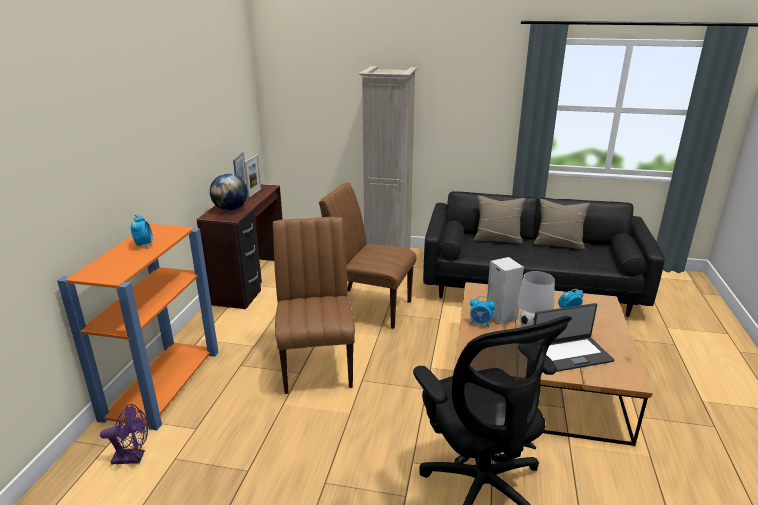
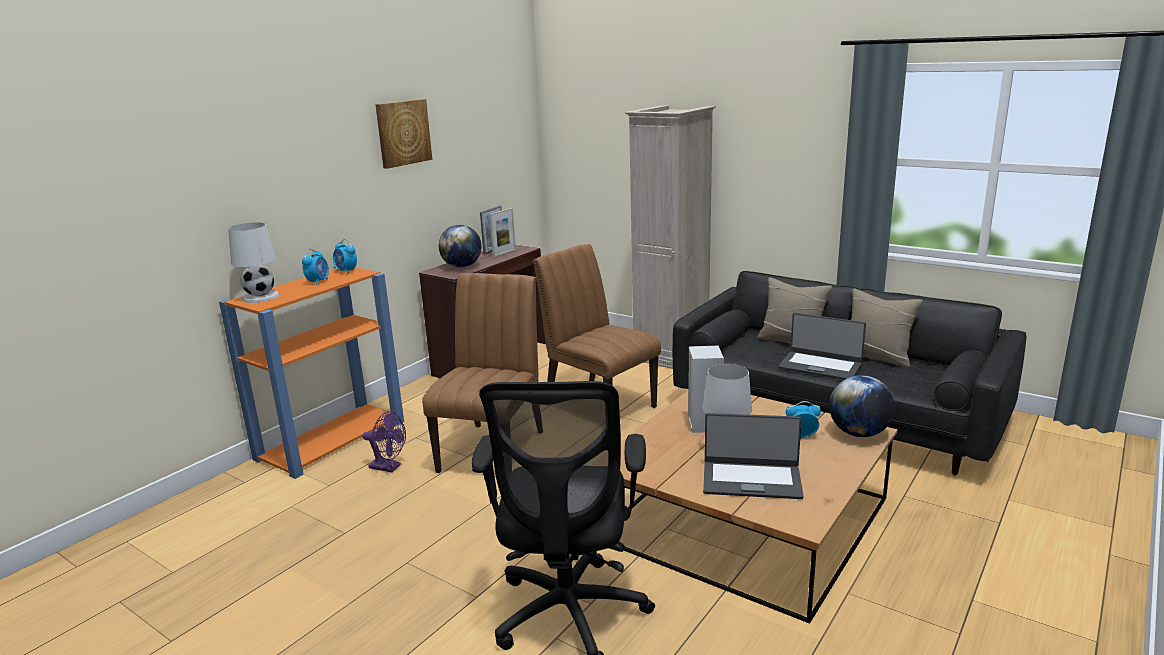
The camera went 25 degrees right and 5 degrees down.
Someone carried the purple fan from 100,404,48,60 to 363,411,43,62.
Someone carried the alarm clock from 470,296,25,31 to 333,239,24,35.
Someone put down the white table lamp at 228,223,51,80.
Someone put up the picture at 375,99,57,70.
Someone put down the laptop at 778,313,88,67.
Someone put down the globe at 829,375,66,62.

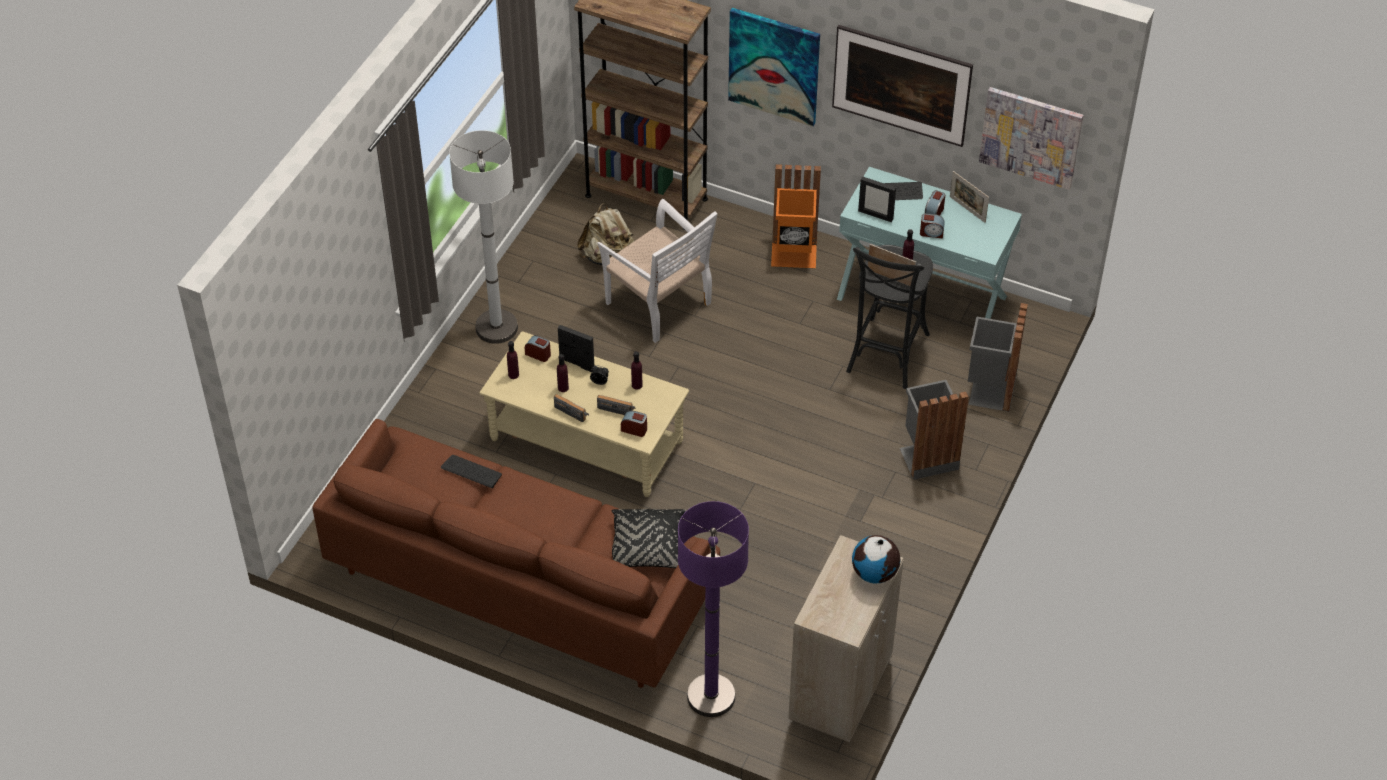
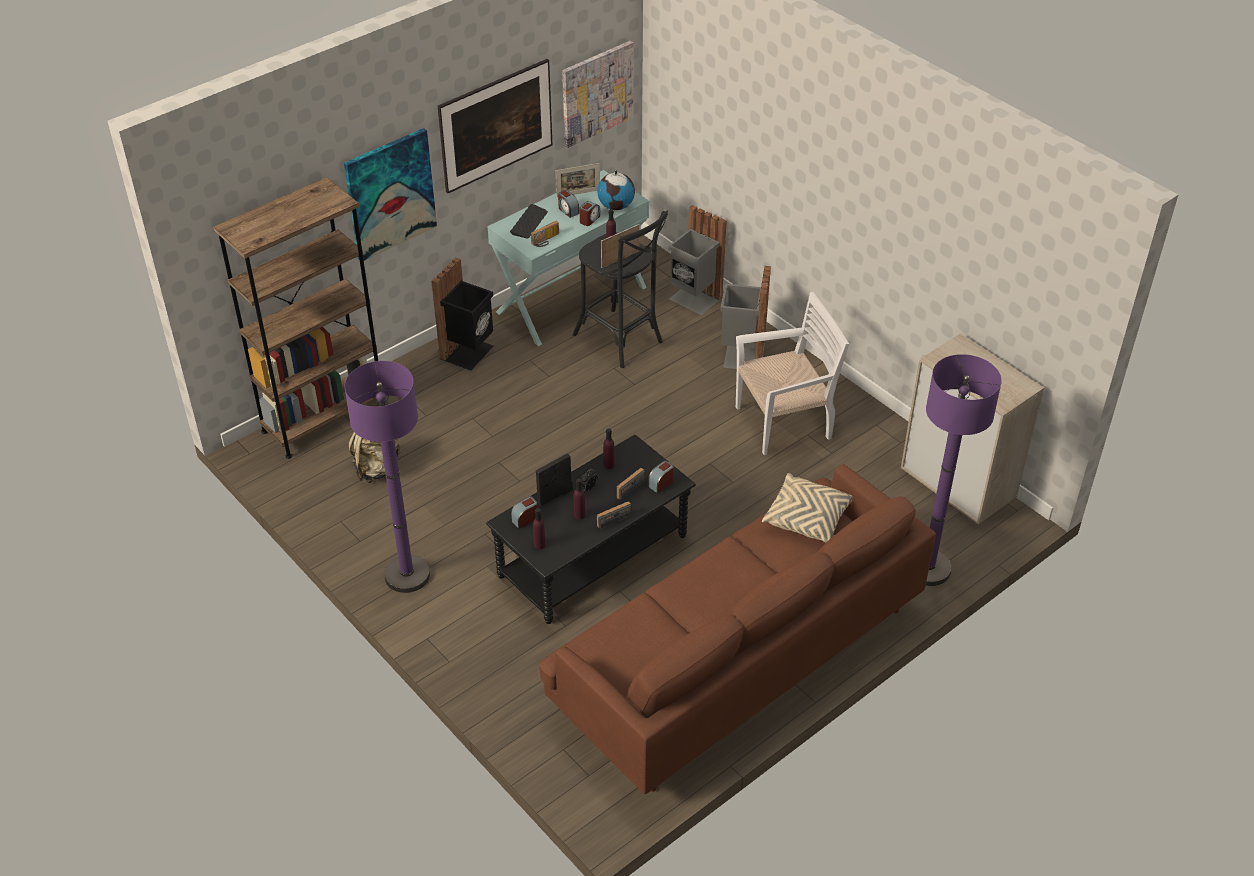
The camera went 65 degrees left and 5 degrees down.
Someone took away the keyboard at 441,455,61,33.
Someone repainted the white floor lamp at 449,130,69,214, which became the purple floor lamp at 344,361,86,232.
Someone repainted the beige coffee table at 479,331,210,166, which became the black coffee table at 486,435,210,189.
Someone carried the white armchair from 597,198,120,145 to 736,292,113,163.
Someone repainted the black pillow at 612,509,75,59, which became the beige pillow at 762,473,91,70.
Someone repainted the orange trash can at 771,164,50,104, which became the black trash can at 431,257,62,114.
Someone carried the globe from 852,535,48,48 to 597,170,38,40.
Someone swapped the picture frame at 858,176,38,46 for the radio at 531,221,28,26.

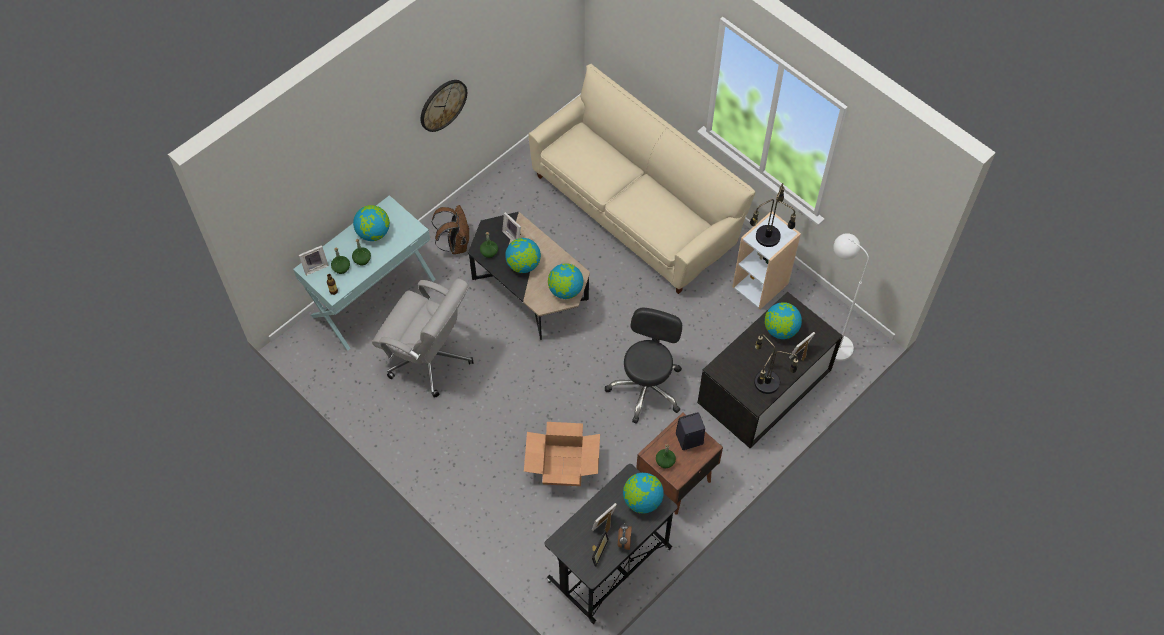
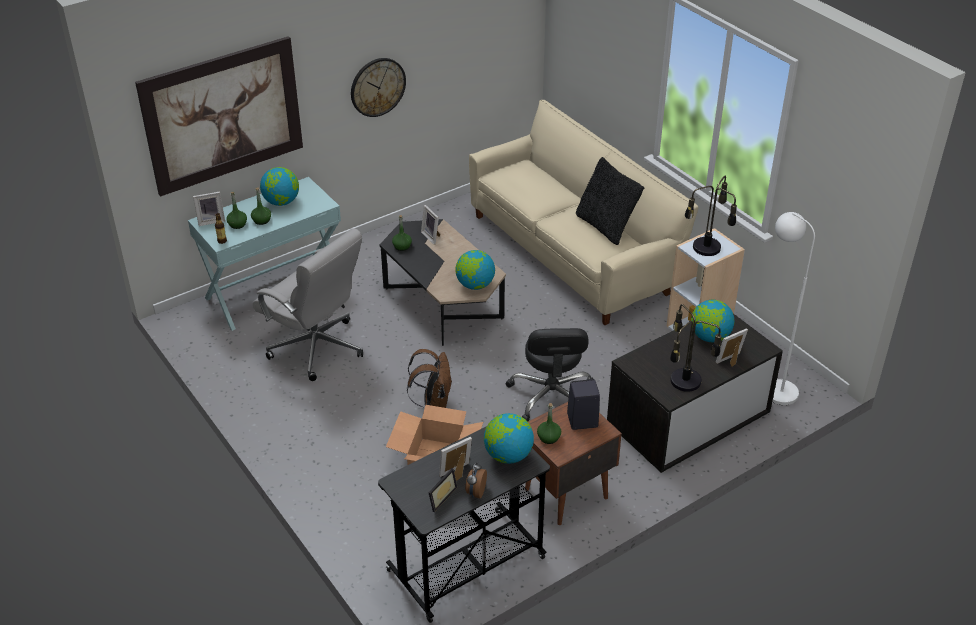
The camera went 10 degrees right and 20 degrees down.
Someone carried the brown backpack from 432,205,37,49 to 407,349,44,59.
Someone took away the globe at 505,238,36,35.
Someone rotated the black office chair at 605,308,77,116 by 150 degrees clockwise.
Someone put up the picture at 135,36,168,161.
Someone put down the black pillow at 576,157,68,88.

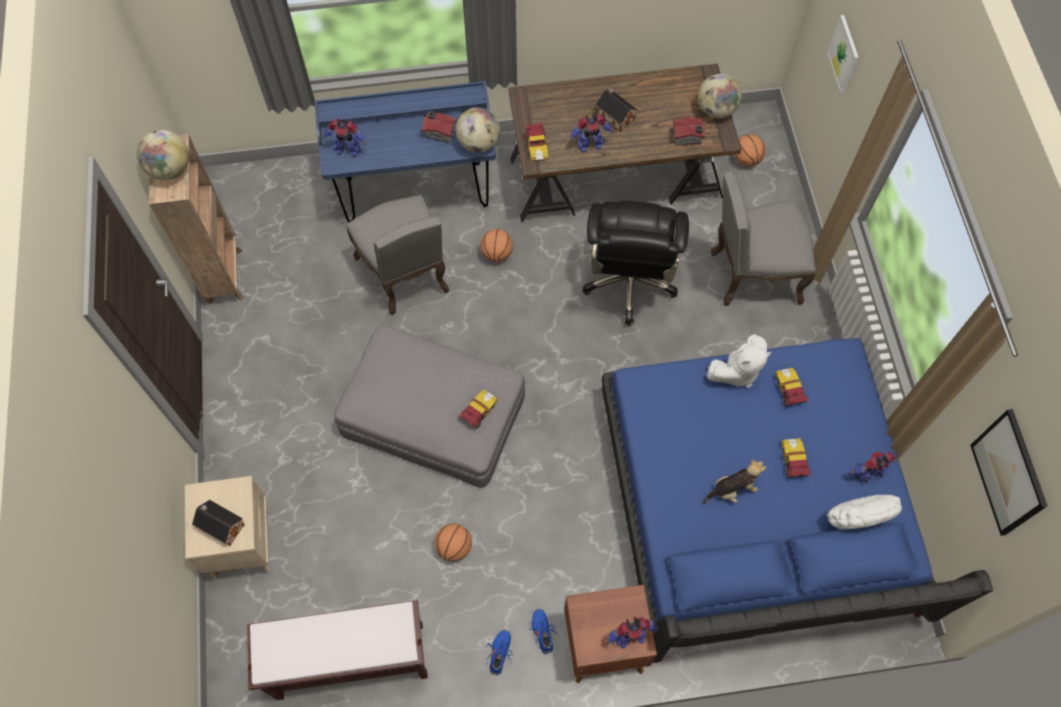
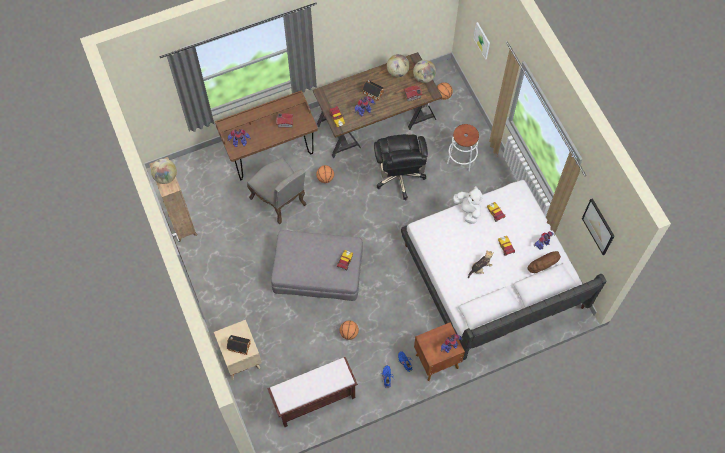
The camera went 15 degrees left and 0 degrees up.
Someone repainted the blue desk at 314,81,182,141, which became the brown desk at 215,90,103,90.
Someone carried the globe from 456,107,44,46 to 387,54,23,23.
Someone repainted the blue bed at 602,338,391,325, which became the white bed at 401,180,206,180.
Someone rotated the white plush toy at 707,334,64,54 by 75 degrees counterclockwise.
Someone swapped the grey chair at 711,171,105,135 for the white stool at 447,124,32,47.
Someone repainted the white pillow at 827,495,75,34, which became the brown pillow at 528,251,33,22.

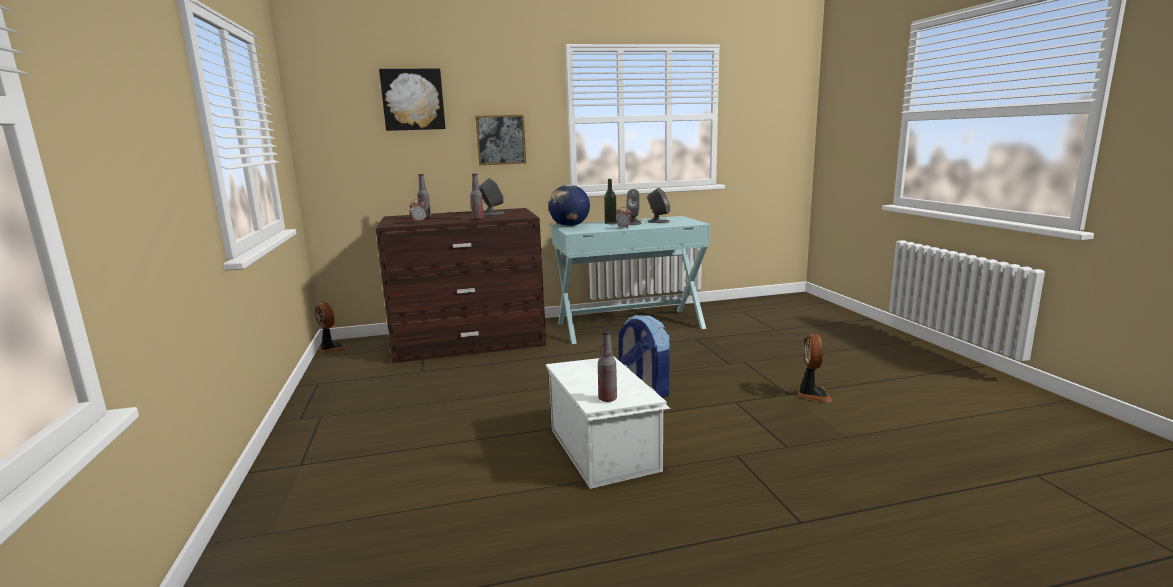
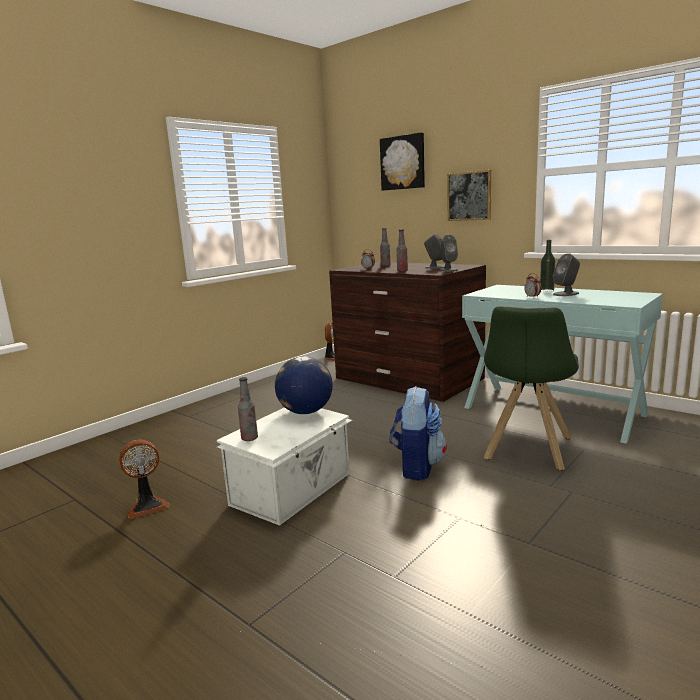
The camera went 55 degrees right and 0 degrees up.
Someone carried the globe from 549,185,41,42 to 275,356,58,58.
Someone carried the grey speaker from 647,188,23,35 to 440,235,18,37.
Someone carried the fan from 796,334,36,69 to 119,440,51,79.
Someone put down the green chair at 484,306,95,165.

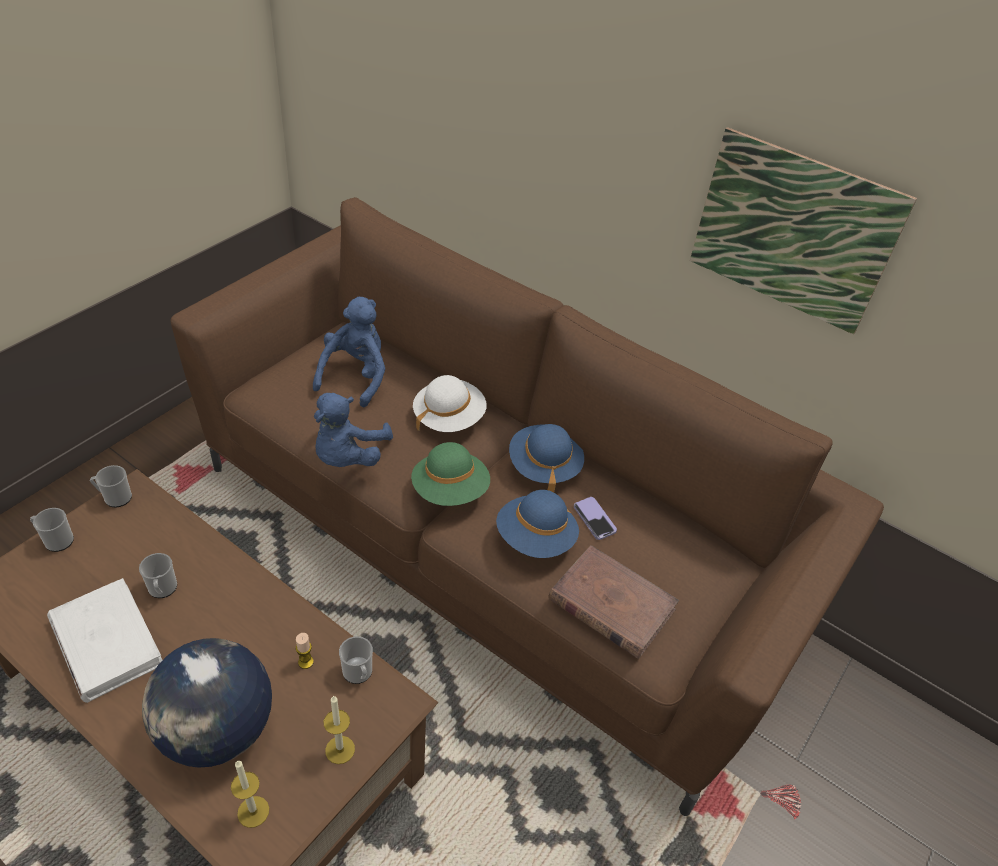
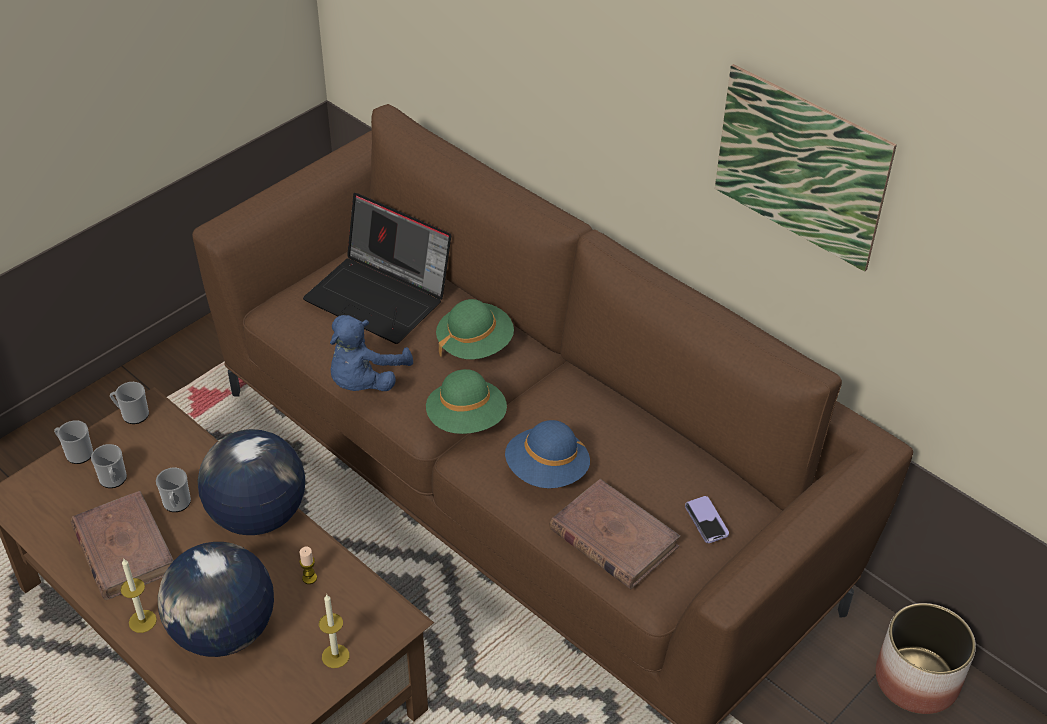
The camera went 10 degrees right and 0 degrees up.
Someone repainted the white book at 47,578,115,125, which became the brown book at 70,491,104,109.
Someone carried the candle from 231,760,38,68 to 120,559,37,74.
Someone swapped the blue plush toy at 313,297,72,110 for the laptop at 303,193,148,151.
Someone carried the mug from 339,636,34,48 to 91,444,36,44.
Someone repainted the white hat at 413,375,74,57, which became the green hat at 436,299,78,60.
Someone took away the blue hat at 509,424,75,68.
Someone carried the phone from 574,497,43,43 to 685,496,44,47.
Someone put down the globe at 198,429,107,106.
Someone put down the planter at 875,603,101,111.

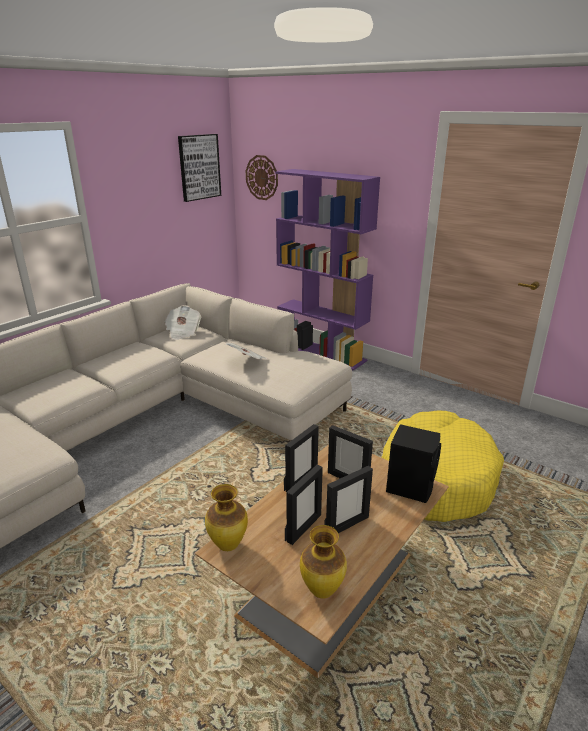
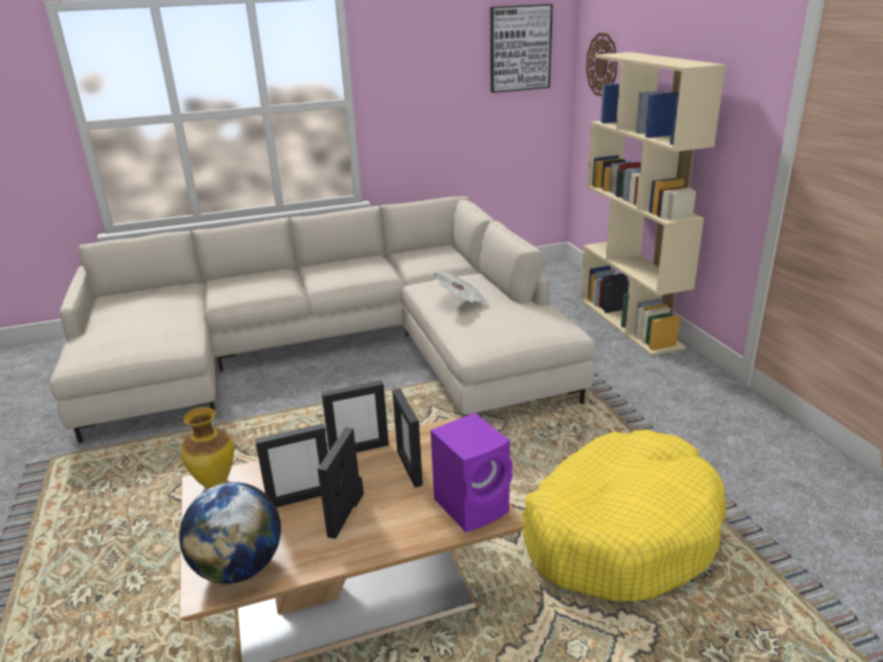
The camera went 35 degrees right and 0 degrees up.
Someone took away the newspaper at 164,305,37,35.
Someone repainted the purple bookcase at 275,169,105,202, which became the beige bookcase at 580,52,146,304.
Someone swapped the vase at 300,525,47,74 for the globe at 179,482,102,102.
Someone rotated the picture frame at 324,466,49,67 by 105 degrees clockwise.
Someone repainted the black speaker at 386,424,55,79, which became the purple speaker at 431,413,82,119.

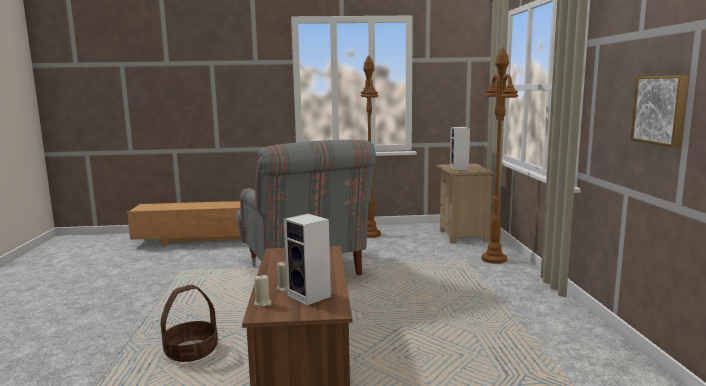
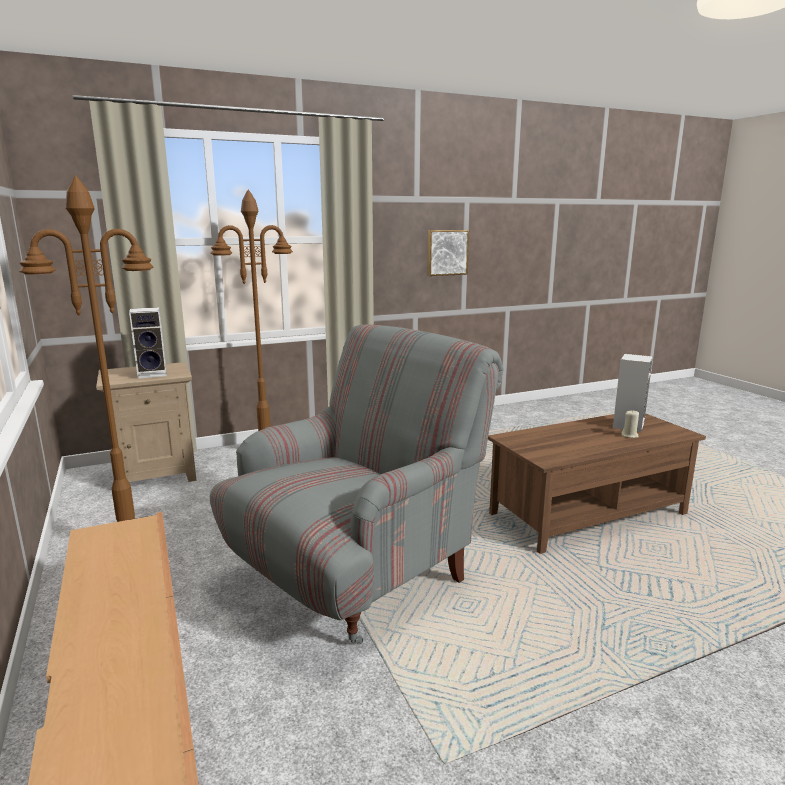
The camera went 110 degrees left and 5 degrees up.
Someone took away the basket at 160,285,58,77.
Someone took away the beige candle at 254,274,18,33.

